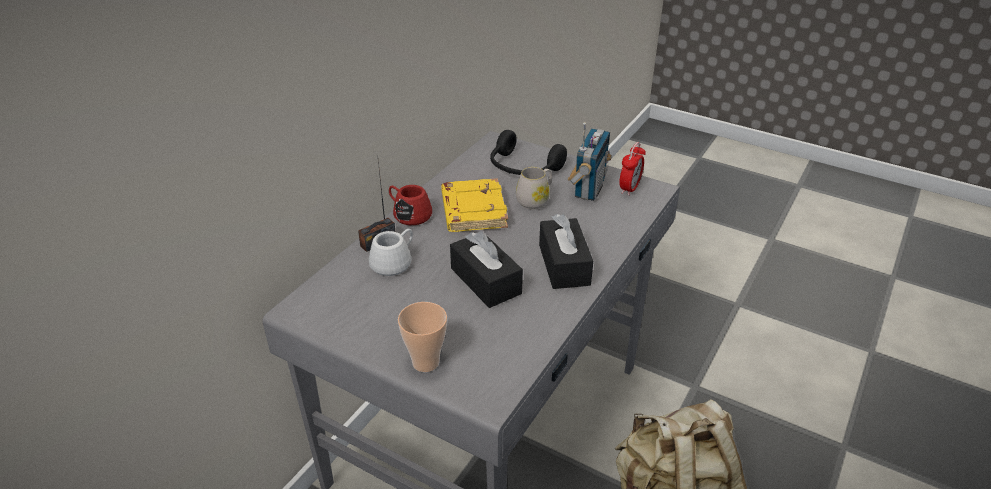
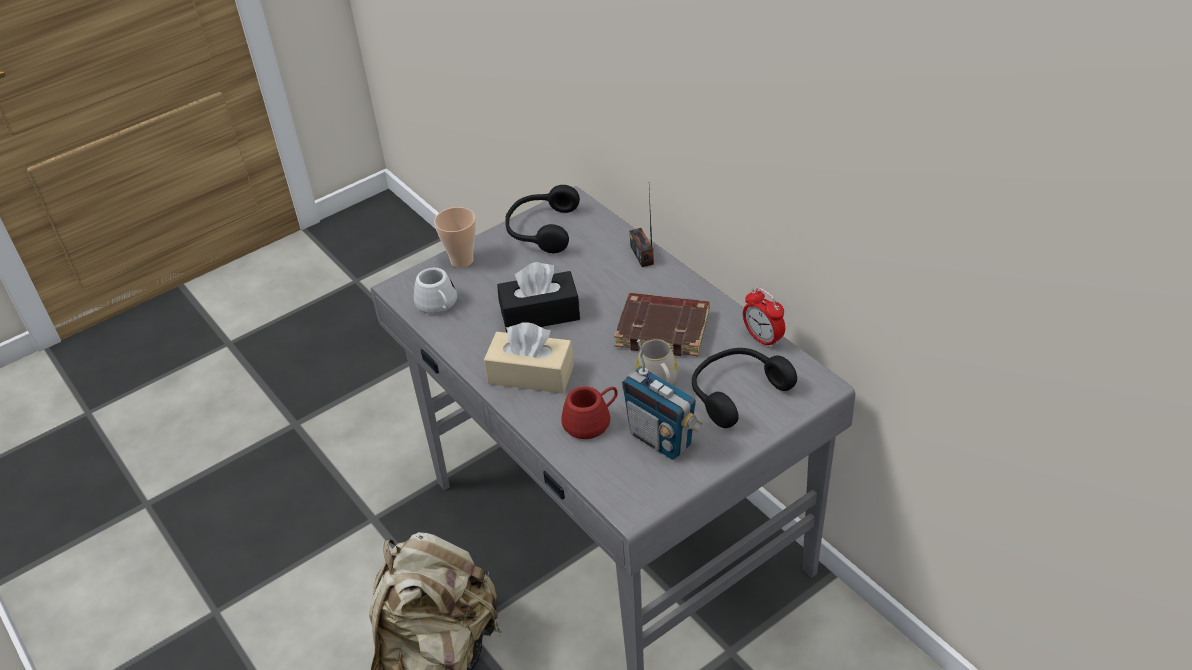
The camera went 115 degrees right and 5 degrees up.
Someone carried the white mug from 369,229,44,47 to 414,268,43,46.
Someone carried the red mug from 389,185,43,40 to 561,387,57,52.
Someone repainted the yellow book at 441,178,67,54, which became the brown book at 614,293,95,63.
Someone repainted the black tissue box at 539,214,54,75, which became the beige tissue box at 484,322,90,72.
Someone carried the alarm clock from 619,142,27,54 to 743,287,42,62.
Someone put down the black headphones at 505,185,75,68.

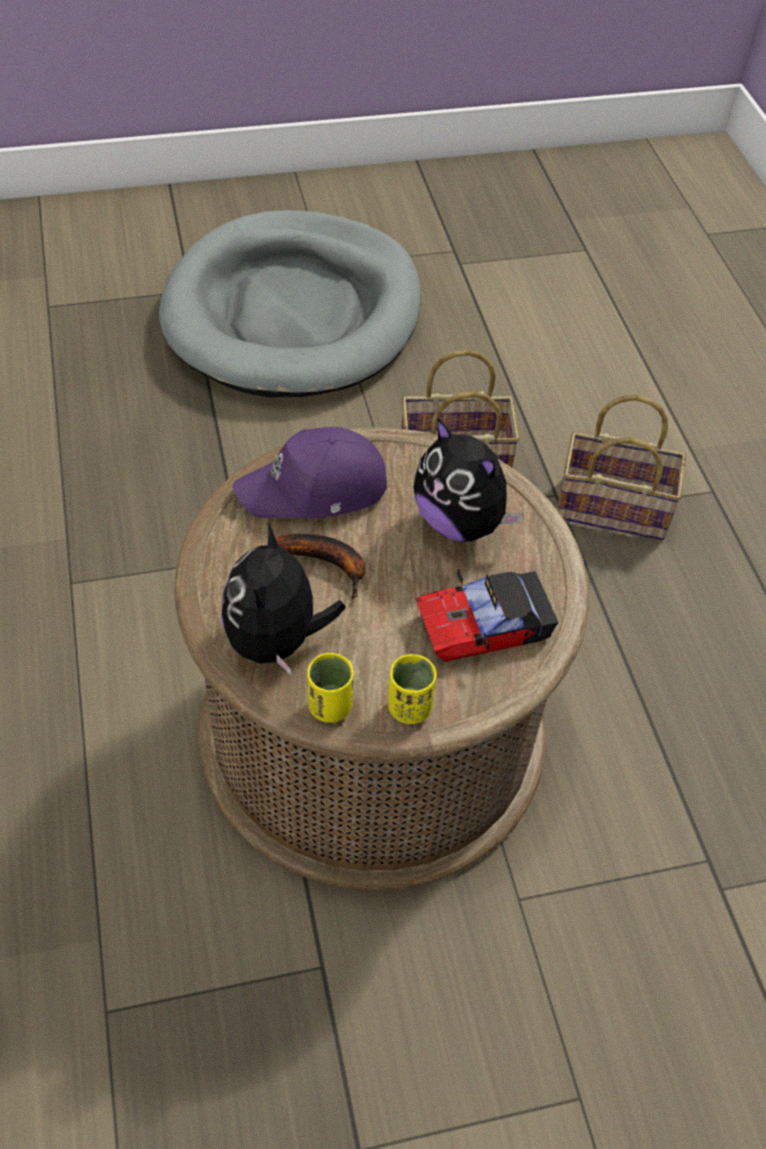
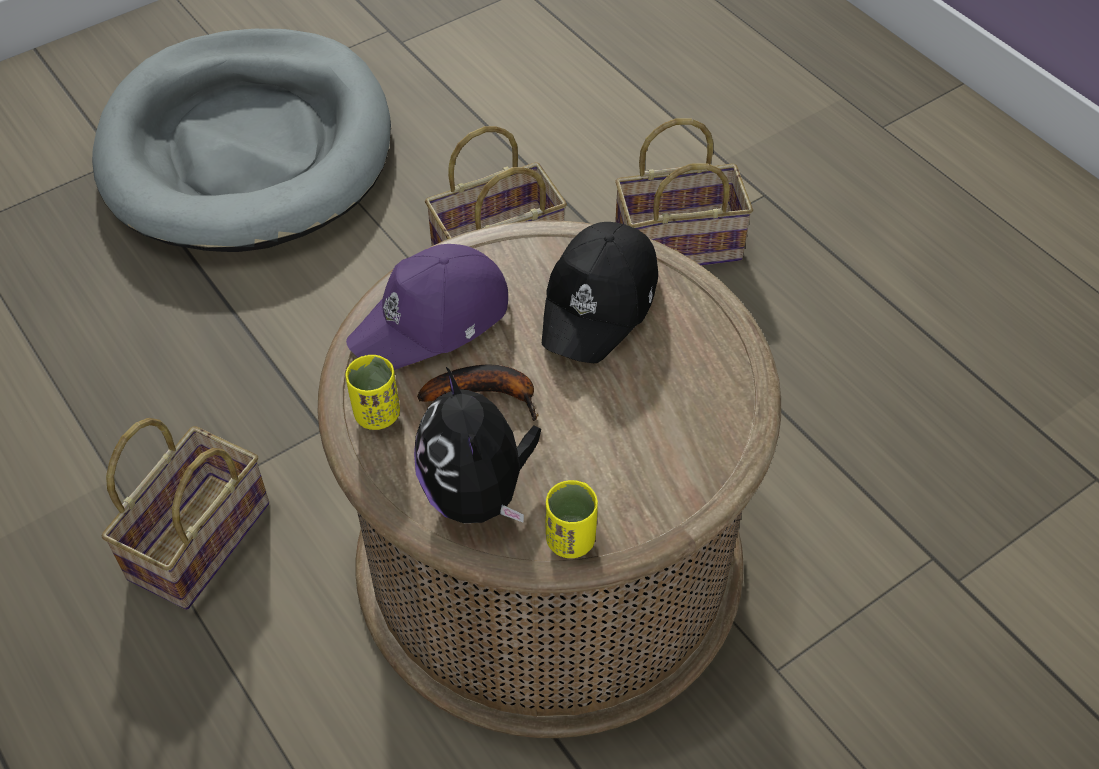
The camera went 20 degrees left and 0 degrees up.
Someone carried the yellow cup from 388,654,48,70 to 346,355,54,75.
Someone swapped the plush toy at 413,417,111,125 for the black cap at 542,222,116,141.
Someone took away the toy car at 415,568,144,94.
Someone put down the basket at 102,418,167,192.

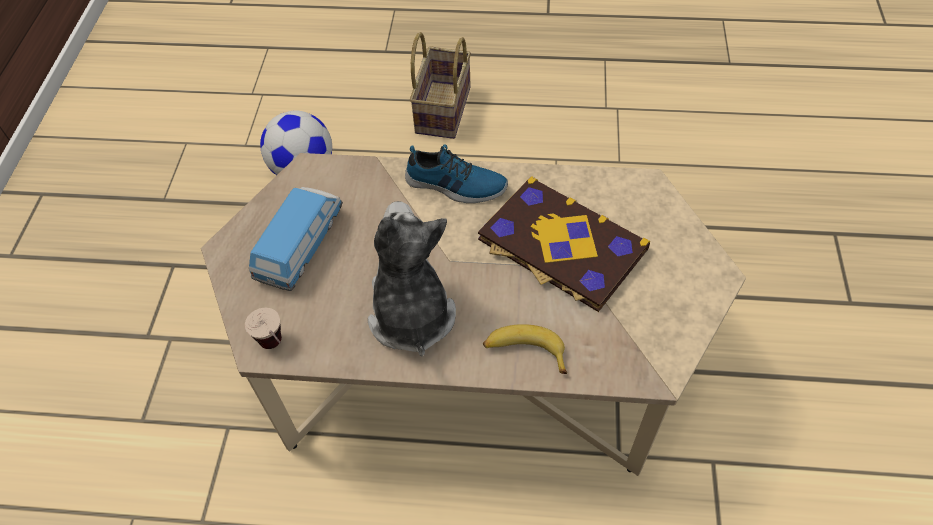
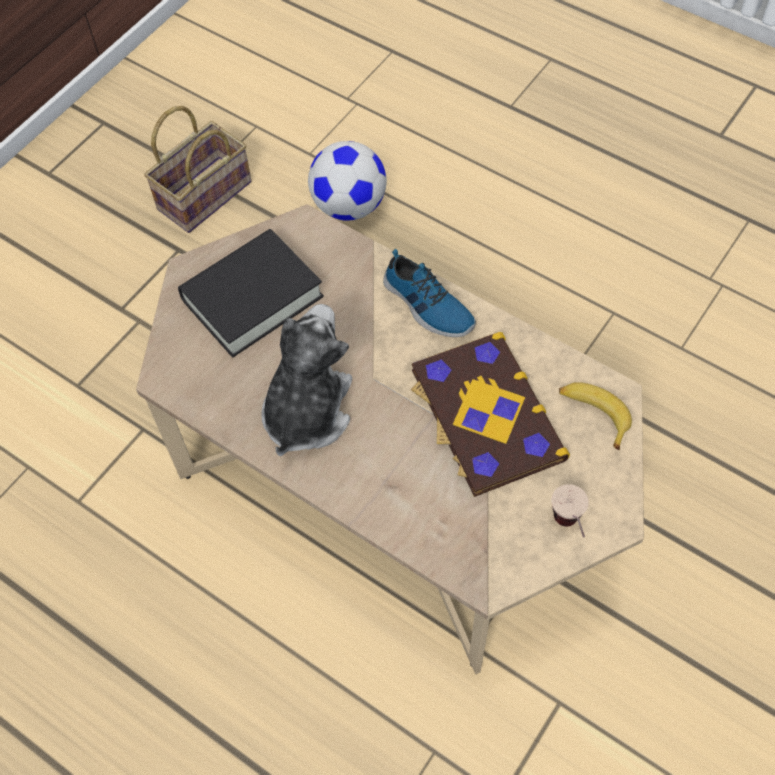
The camera went 30 degrees right and 5 degrees up.
Someone carried the cup from 245,308,37,41 to 551,484,38,53.
Someone swapped the toy car at 249,187,94,104 for the black book at 178,229,146,129.
Someone carried the basket from 410,32,61,107 to 144,106,108,127.
Someone carried the banana from 483,324,84,50 to 559,382,73,68.

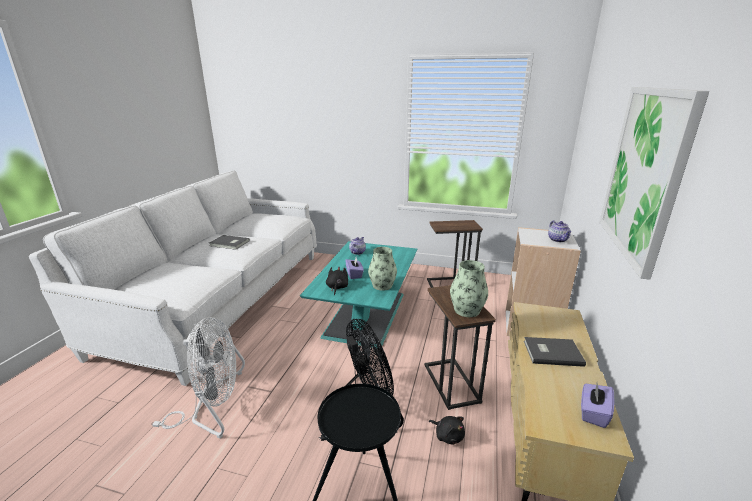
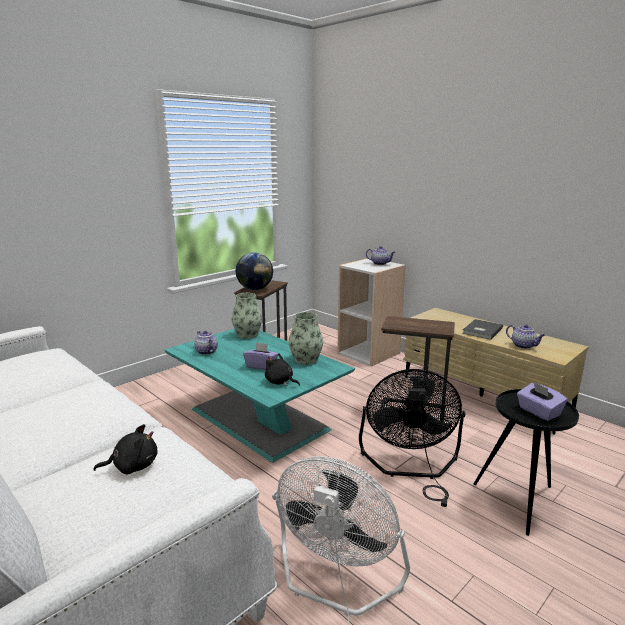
The camera went 60 degrees left and 5 degrees down.
Someone took away the grey book at 209,235,41,15.
Someone carried the black plush toy from 429,416,36,29 to 93,424,64,50.
Someone carried the vase from 450,260,38,57 to 232,293,30,46.
Someone carried the purple tissue box from 581,383,33,45 to 517,381,50,40.
Someone took away the picture at 599,87,110,193.
Someone put down the globe at 236,252,37,38.
Someone put down the teapot at 506,324,39,25.

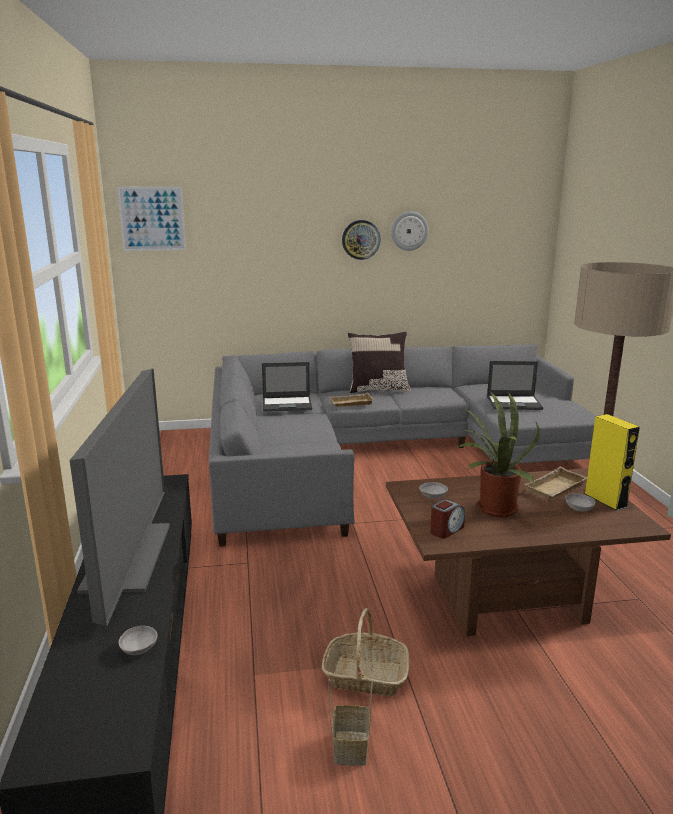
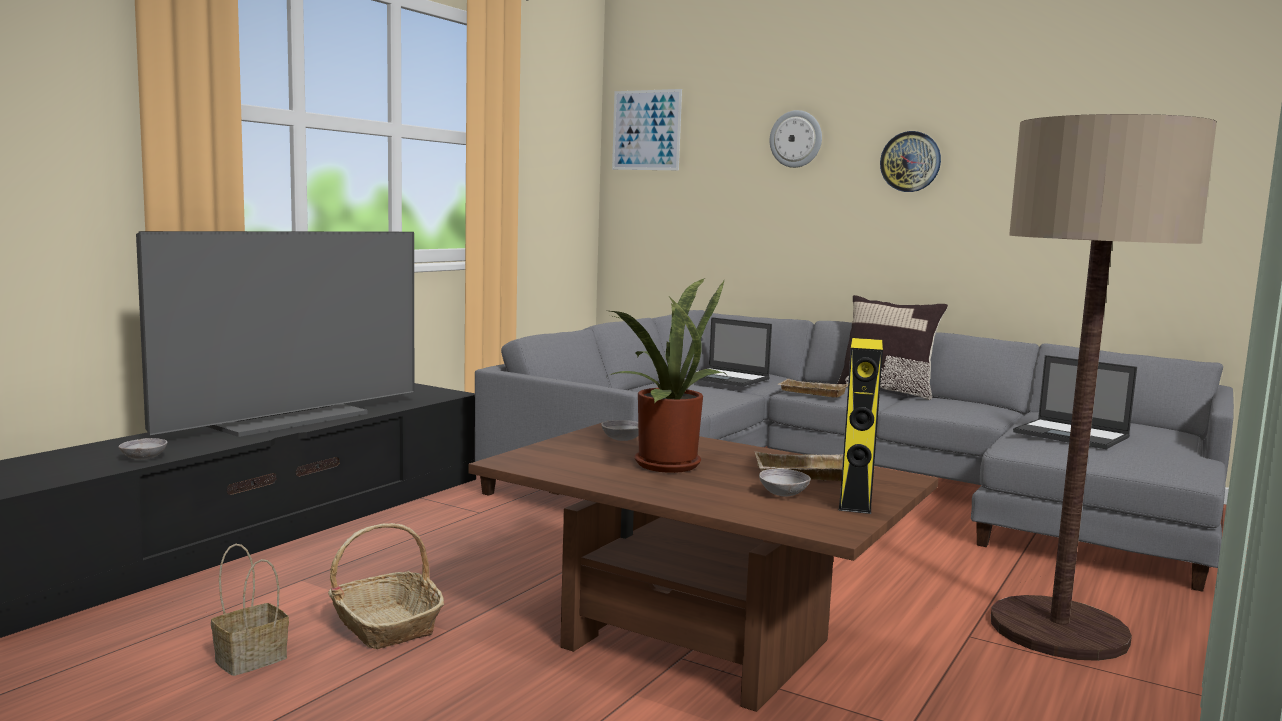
The camera went 40 degrees right and 10 degrees down.
Someone carried the wall clock from 391,211,37,40 to 770,110,52,58.
Someone took away the alarm clock at 430,499,35,40.

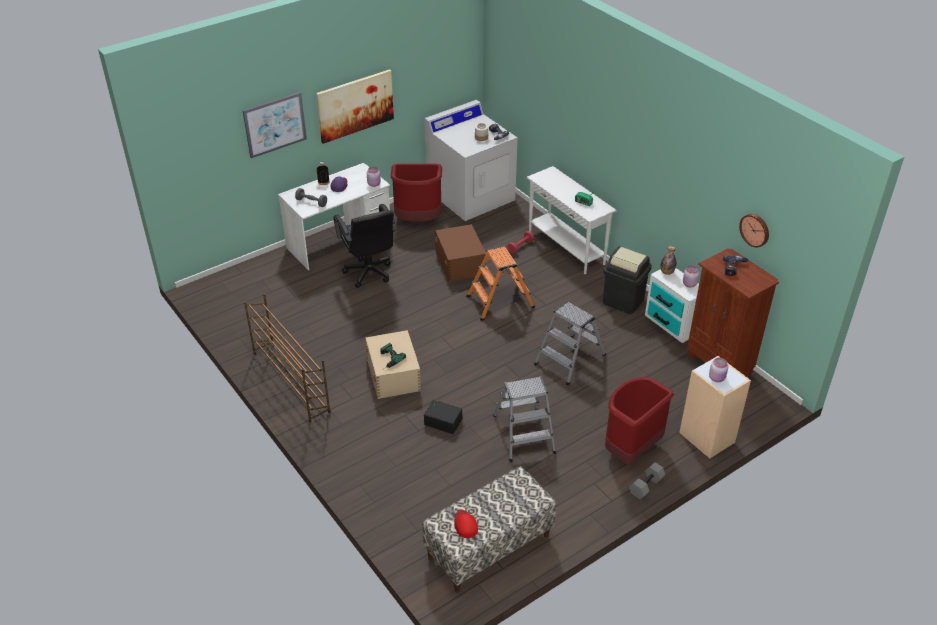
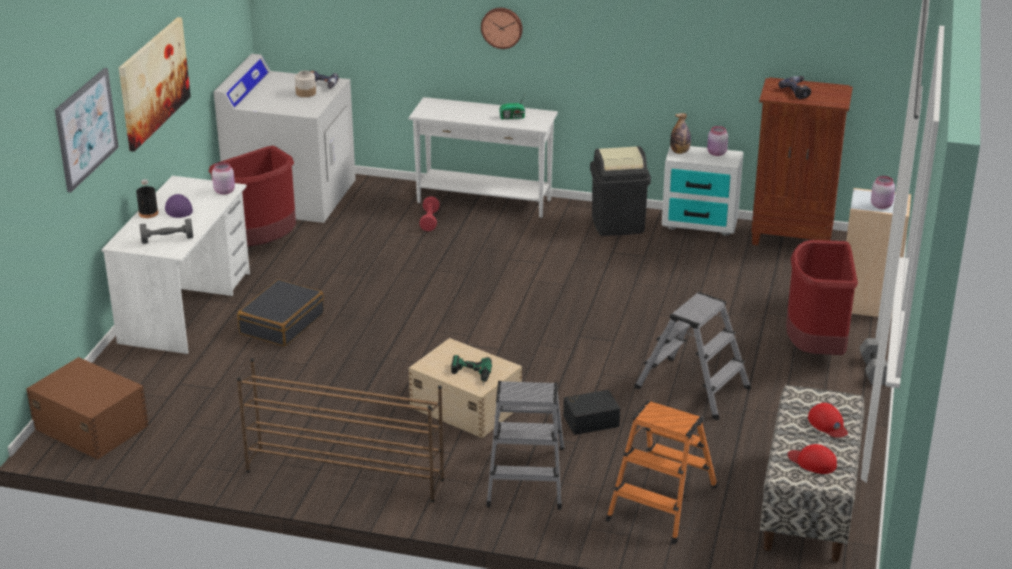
The camera went 40 degrees left and 10 degrees down.
Someone swapped the black office chair at 333,204,64,84 for the black suitcase at 238,279,86,67.
Someone carried the brown storage box from 435,224,51,58 to 26,357,123,103.
Someone carried the orange step ladder from 466,245,69,76 to 606,400,112,145.
Someone carried the grey step ladder from 534,301,72,85 to 486,381,78,129.
Someone carried the wall clock from 739,214,30,34 to 481,8,42,41.
Someone put down the red cap at 808,403,40,35.

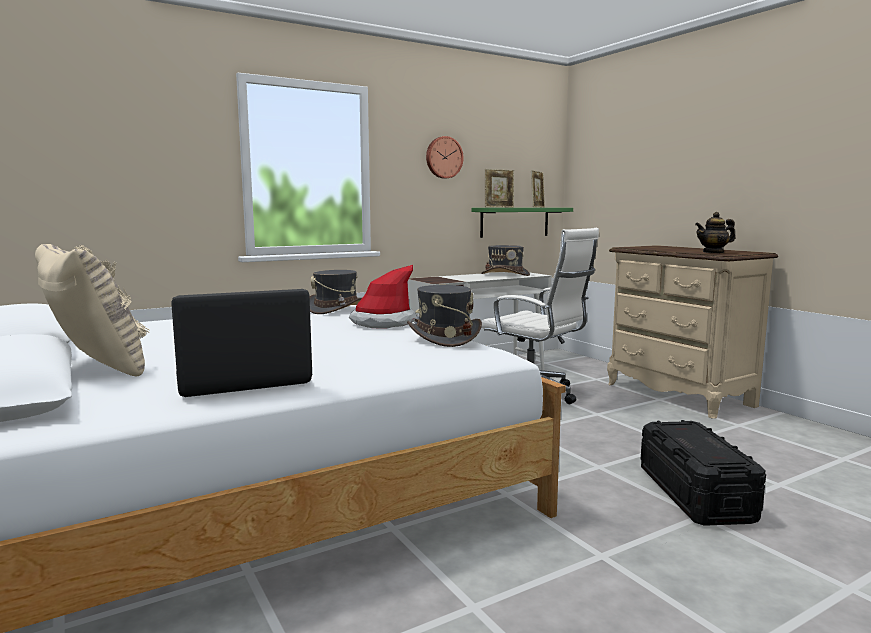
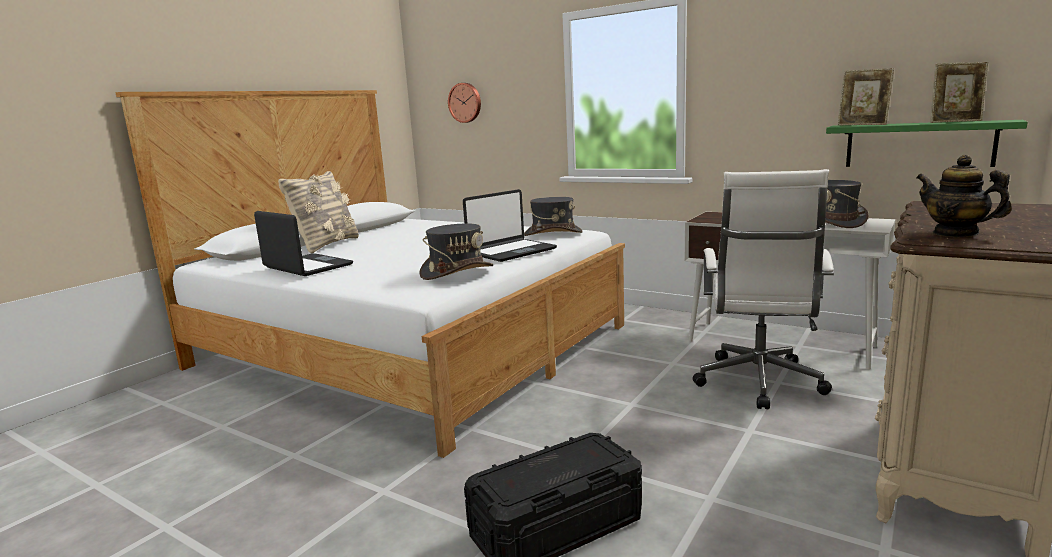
The camera went 65 degrees right and 5 degrees up.
Someone swapped the hat at 349,265,67,63 for the laptop at 463,189,94,73.
Someone carried the wall clock from 426,136,38,43 to 448,83,33,40.

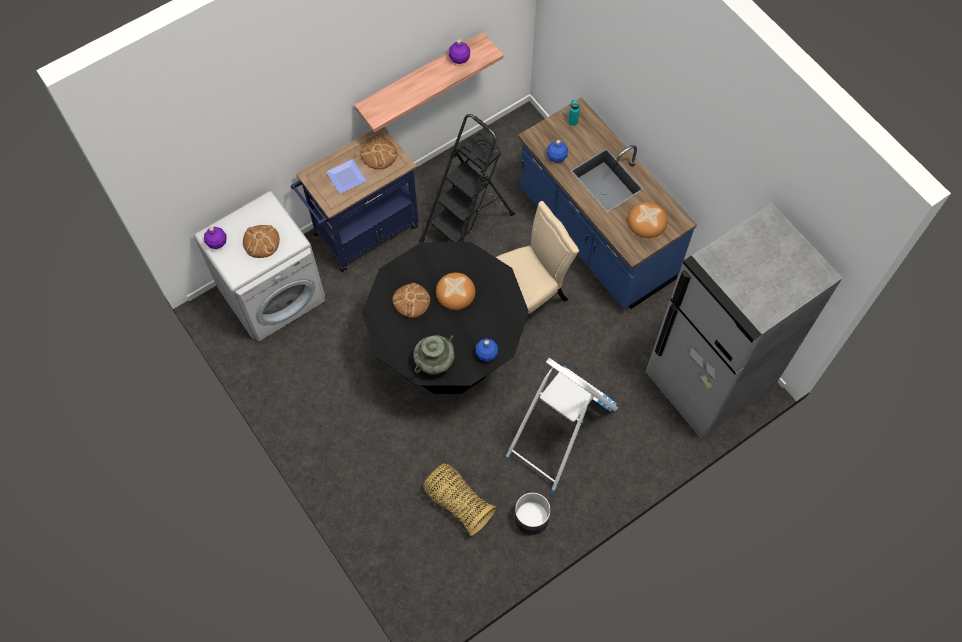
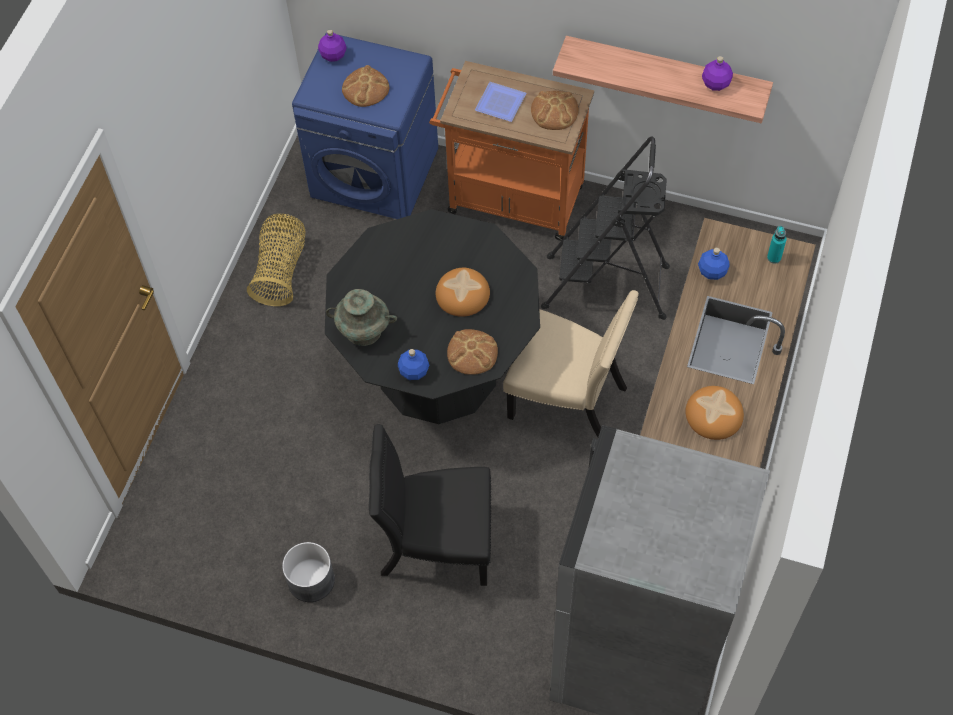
The camera went 55 degrees right and 5 degrees down.
Someone repainted the white washing machine at 194,191,131,150, which became the blue washing machine at 292,33,146,186.
Someone repainted the blue cart at 291,127,128,145, which became the orange cart at 429,61,165,180.
Someone carried the bread from 392,283,38,35 to 447,329,51,46.
Someone carried the basket from 423,463,73,73 to 247,214,58,92.
Someone swapped the white step ladder at 505,358,113,135 for the black chair at 369,424,122,162.

